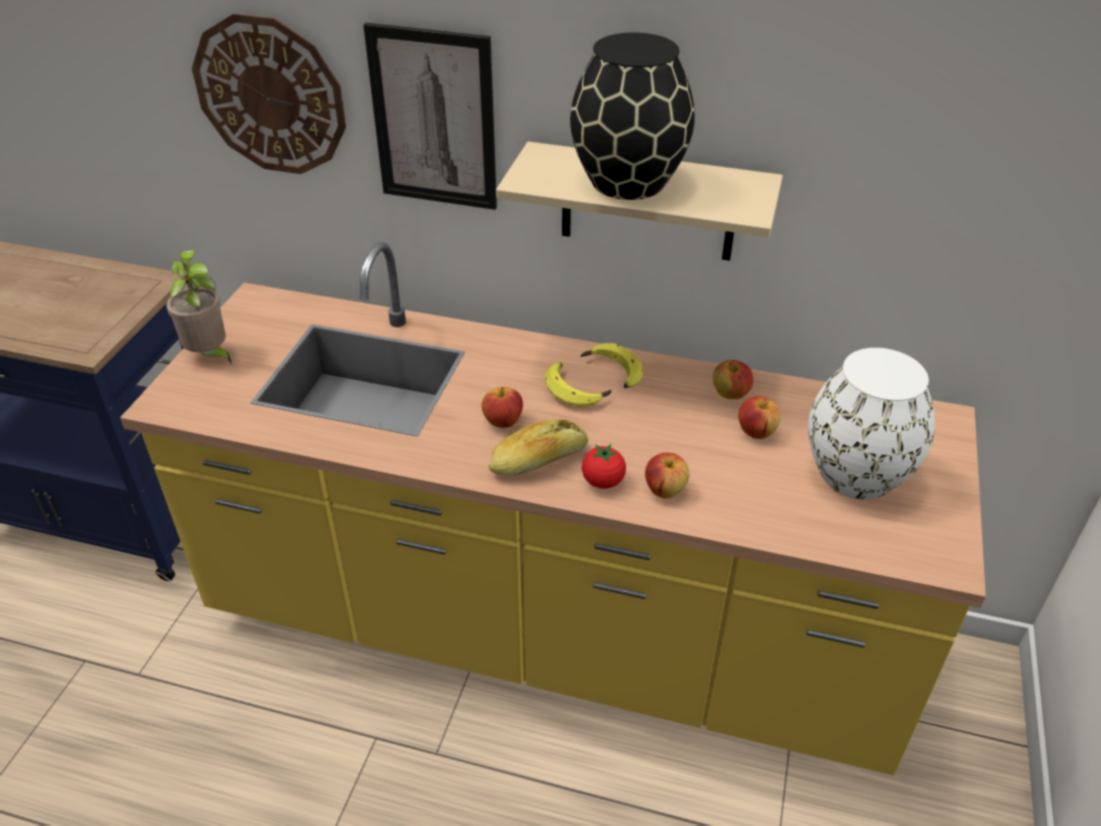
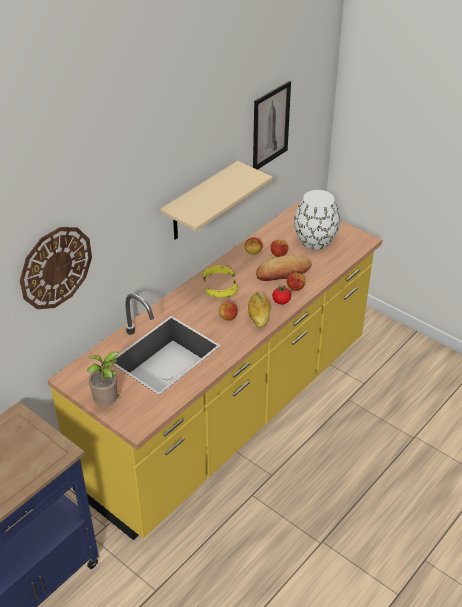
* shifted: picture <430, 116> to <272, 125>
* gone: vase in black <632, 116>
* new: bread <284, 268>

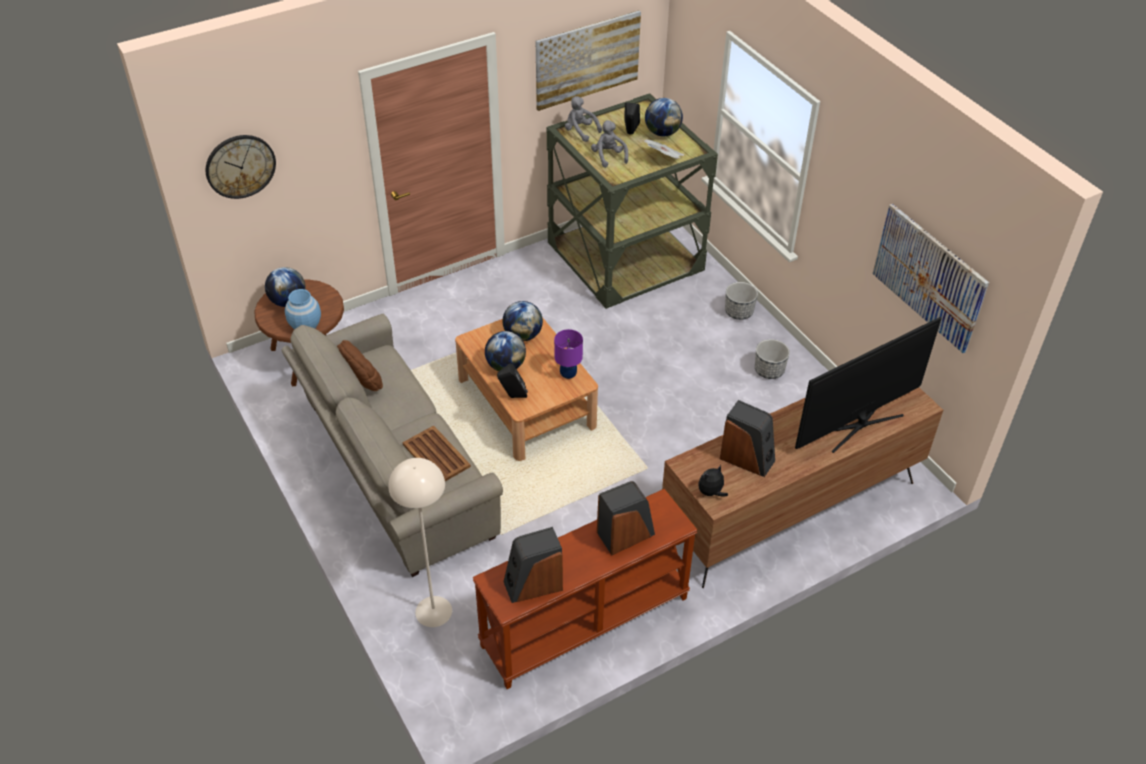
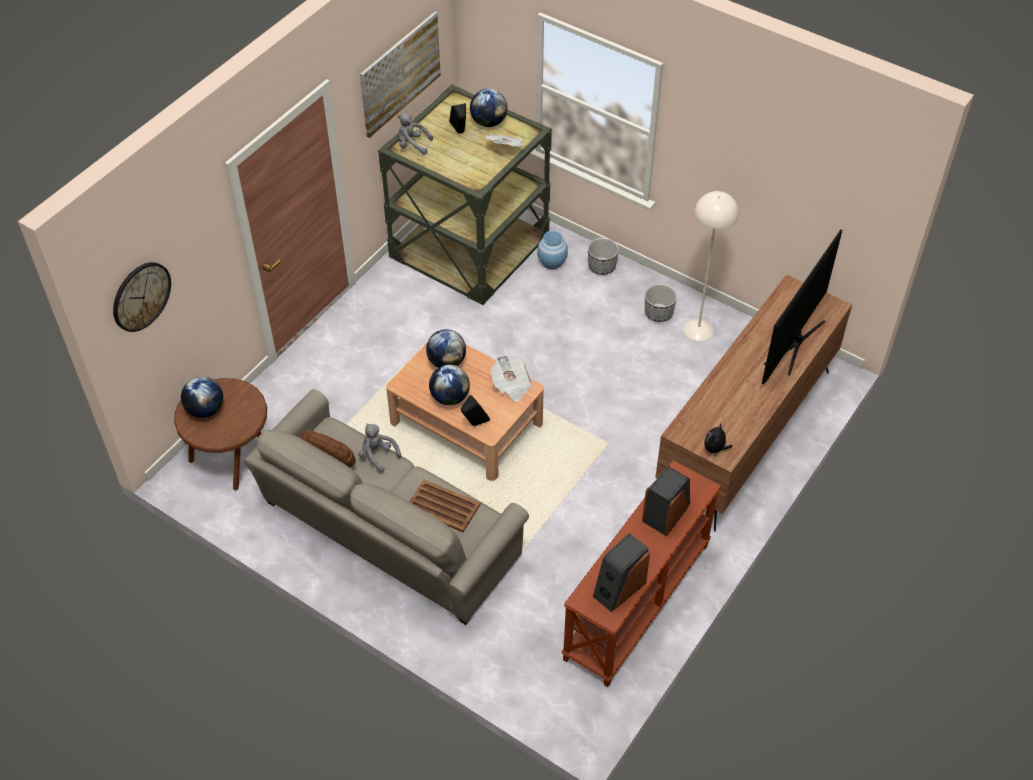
* shifted: vase in blue <303, 309> to <552, 250>
* shifted: floor lamp in beige <420, 542> to <711, 266>
* swapped: table lamp in purple <568, 354> to newspaper <511, 378>
* shifted: plush toy in grey <609, 144> to <379, 448>
* gone: speaker <747, 438>
* gone: picture <930, 278>

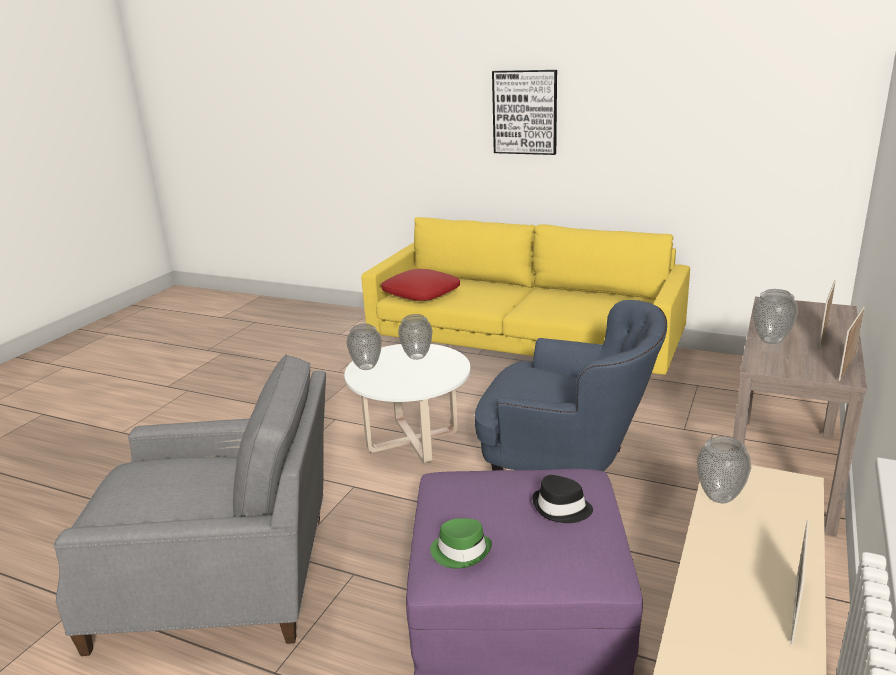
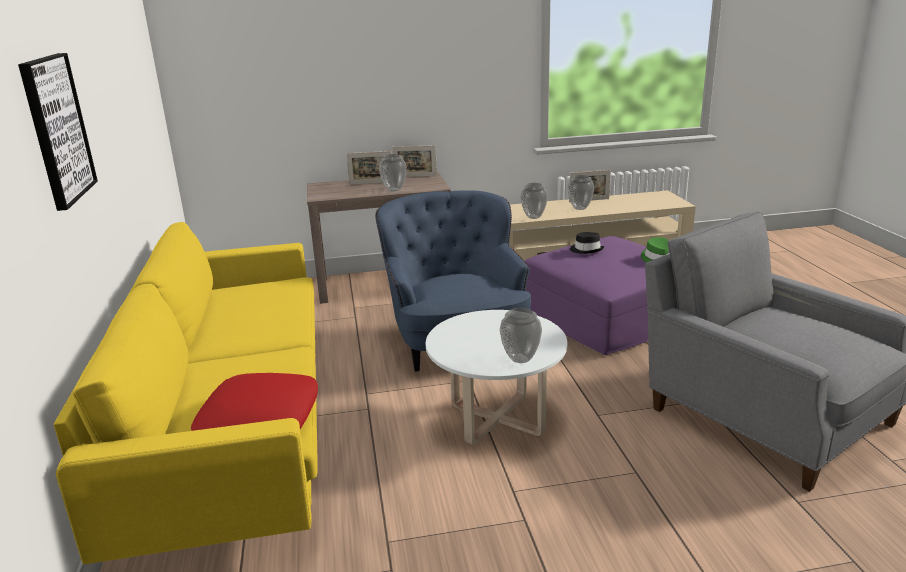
* shifted: vase <415, 337> to <581, 192>

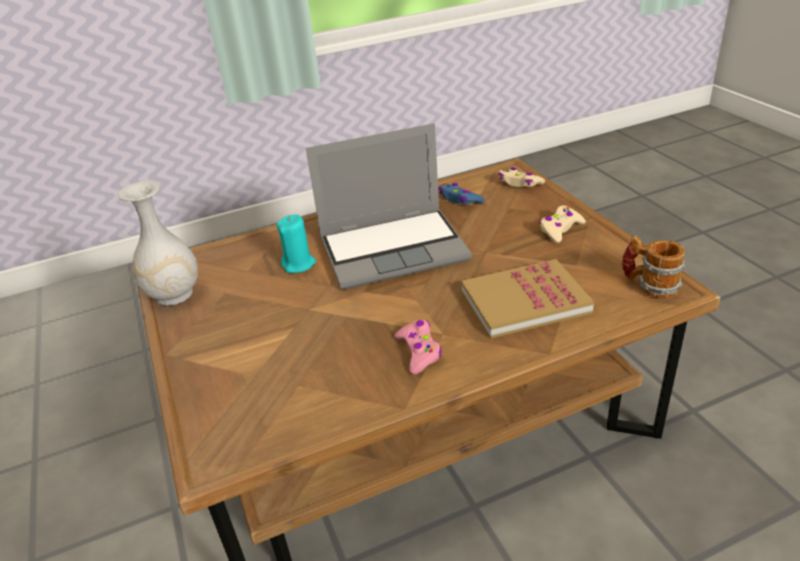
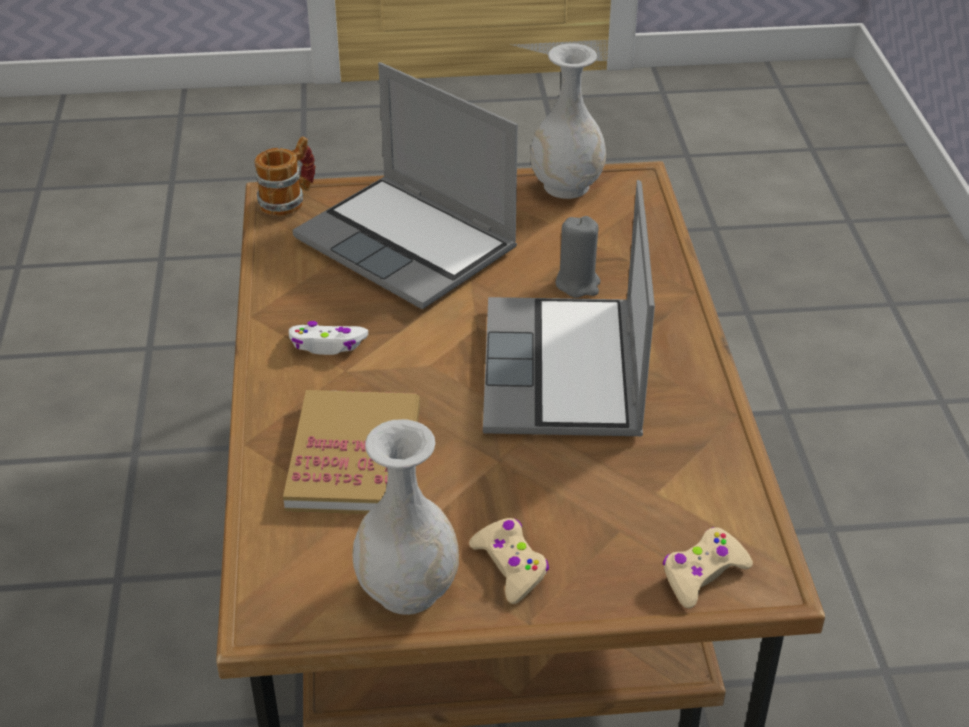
* repainted: candle in turquoise <296, 243> to candle in grey <578, 257>
* repainted: game controller in pink <418, 347> to game controller in white <328, 338>
* gone: game controller in blue <461, 193>
* shifted: mug <653, 267> to <285, 176>
* new: laptop <405, 185>
* new: vase in white <406, 517>

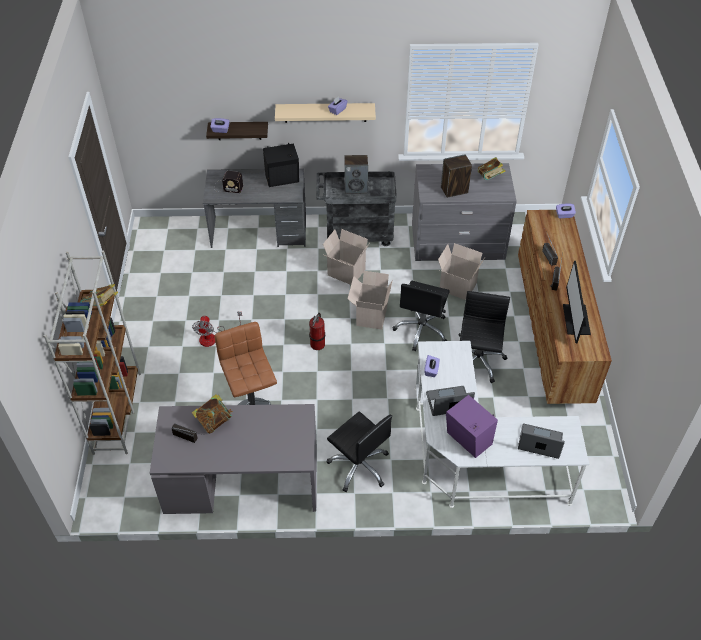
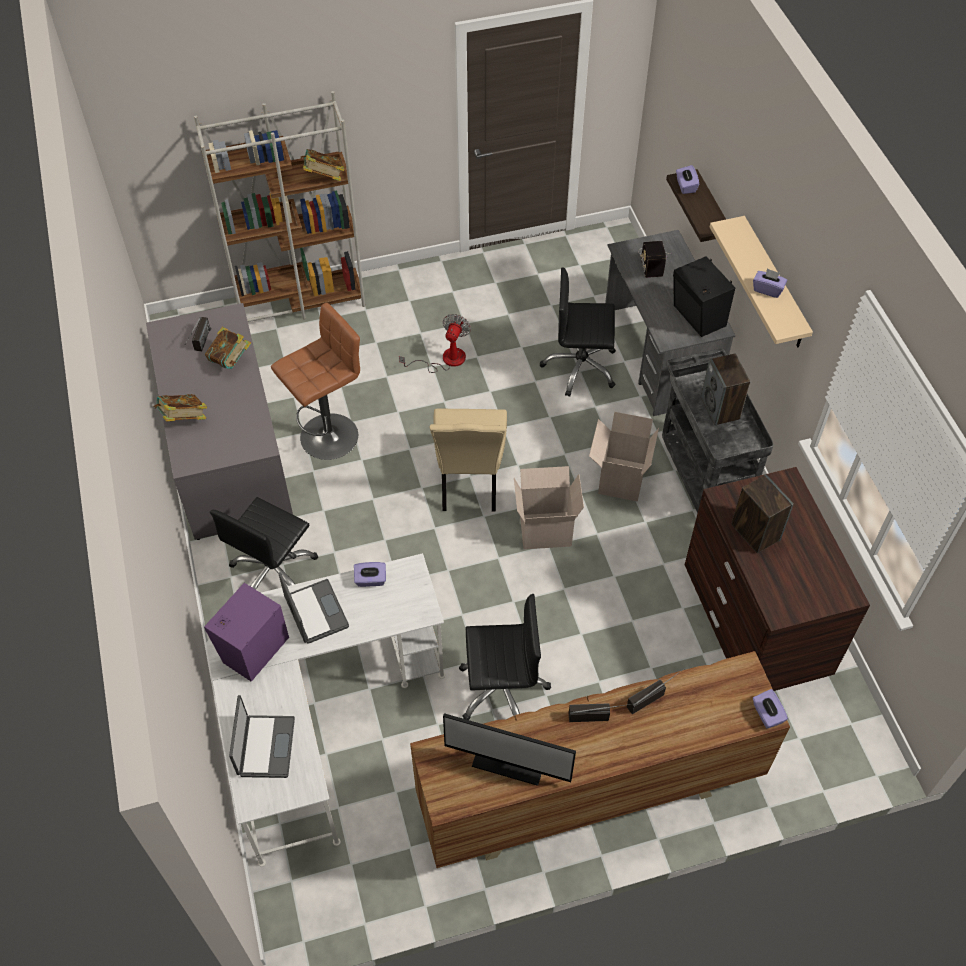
* rotated: fan <217, 329> = <435, 343> 120 degrees clockwise
* swapped: fire extinguisher <317, 331> to chair in beige <468, 460>
* shifted: office chair in black <421, 316> to <578, 332>
* repainted: dresser in grey <464, 212> to dresser in brown <777, 579>
* gone: cardboard box <461, 271>
* shifted: book <492, 168> to <180, 408>
* rotated: monitor <577, 302> = <509, 749> 150 degrees counterclockwise

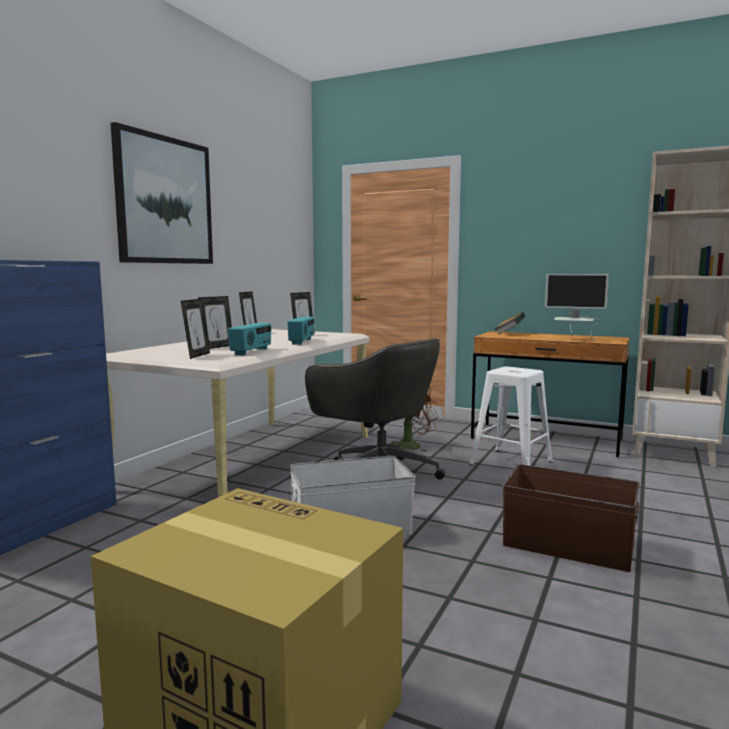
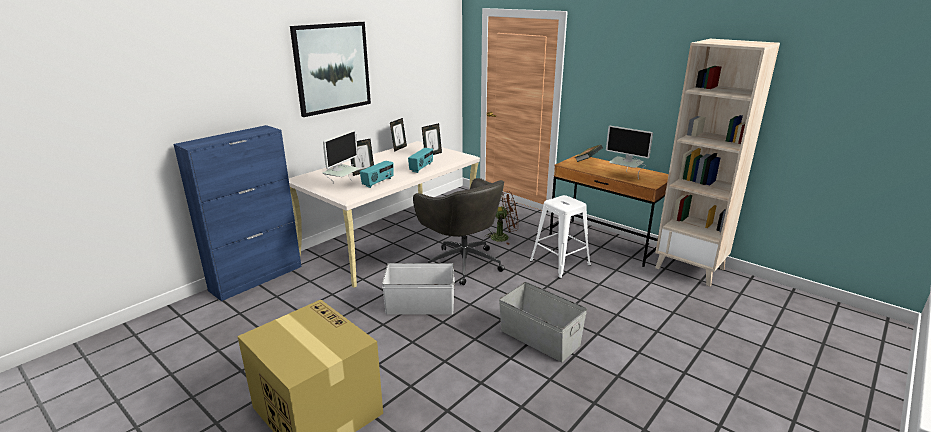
* swapped: picture frame <195, 329> to monitor <341, 156>
* repainted: storage box in brown <571, 518> to storage box in grey <543, 322>

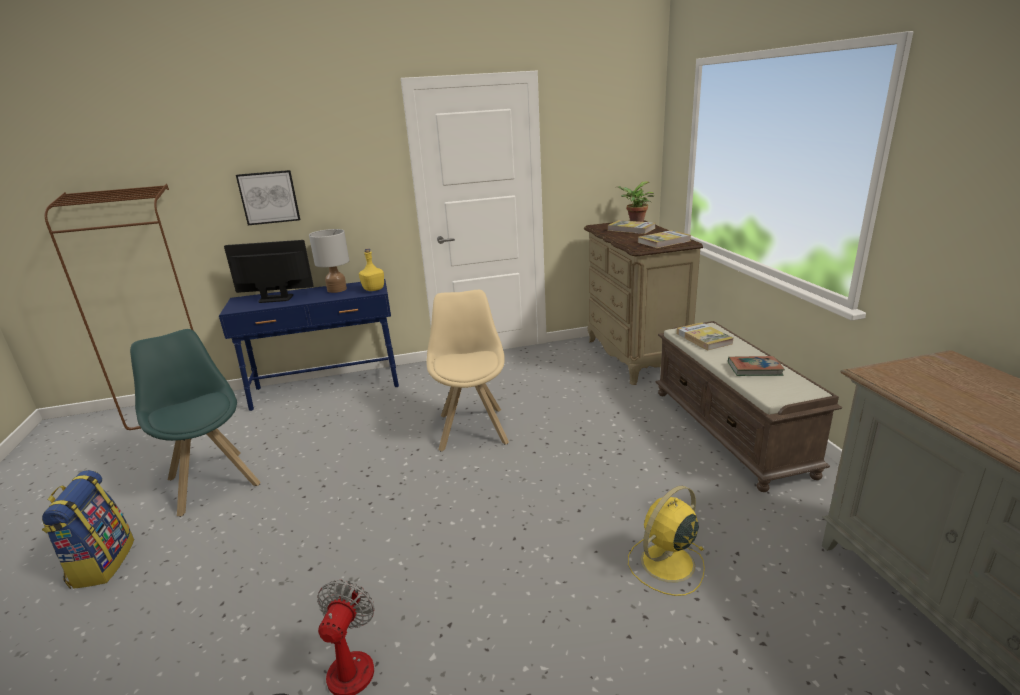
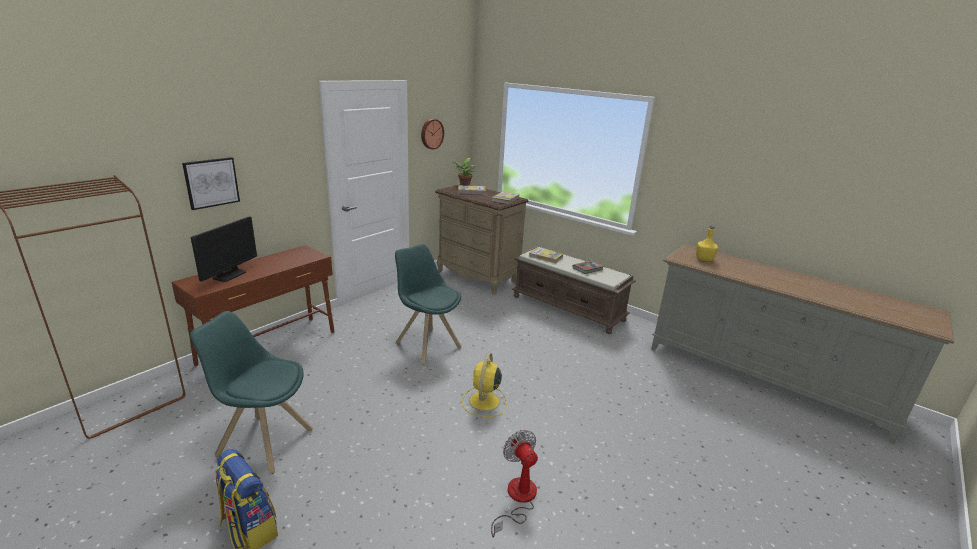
* repainted: console table in blue <309, 345> to console table in brown <253, 305>
* rotated: monitor <269, 271> = <224, 249> 150 degrees clockwise
* gone: table lamp in grey <329, 261>
* shifted: bottle in yellow <371, 269> to <707, 243>
* repainted: chair in beige <468, 370> to chair in turquoise <428, 304>
* shifted: fan in yellow <666, 541> to <484, 385>
* new: wall clock <432, 134>

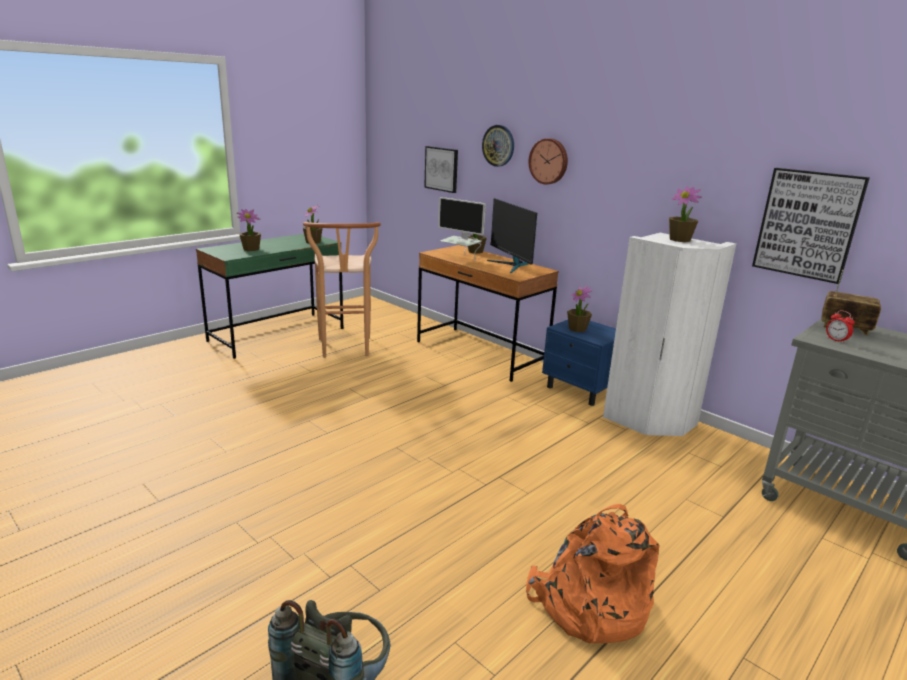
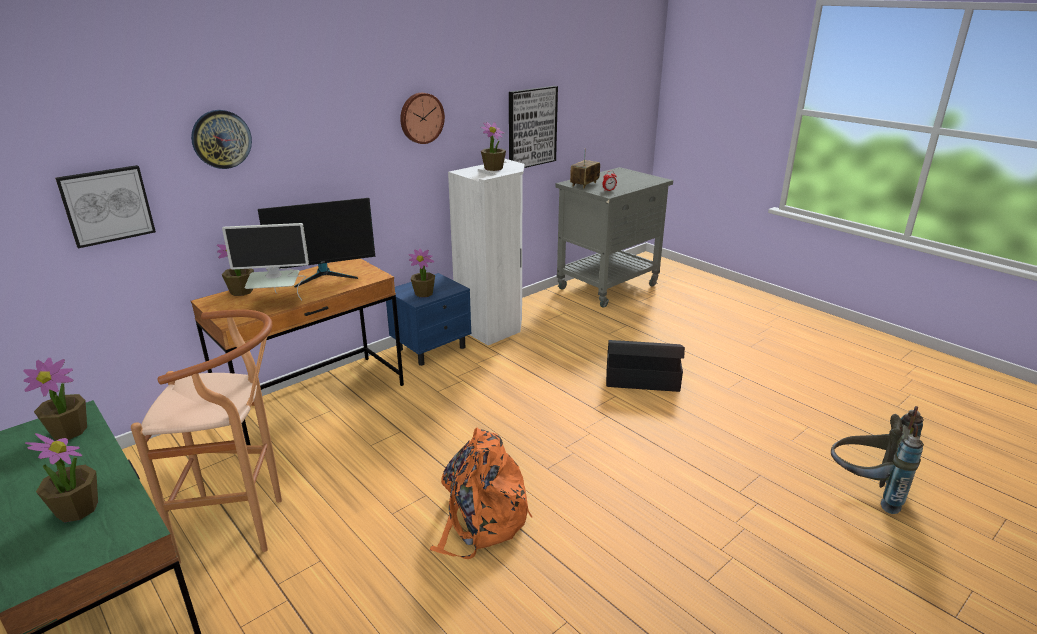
* rotated: monitor <462, 229> = <265, 262> 45 degrees clockwise
* shifted: backpack in orange <592, 573> to <480, 493>
* shifted: wall clock <548, 161> to <422, 118>
* new: storage box in black <645, 366>

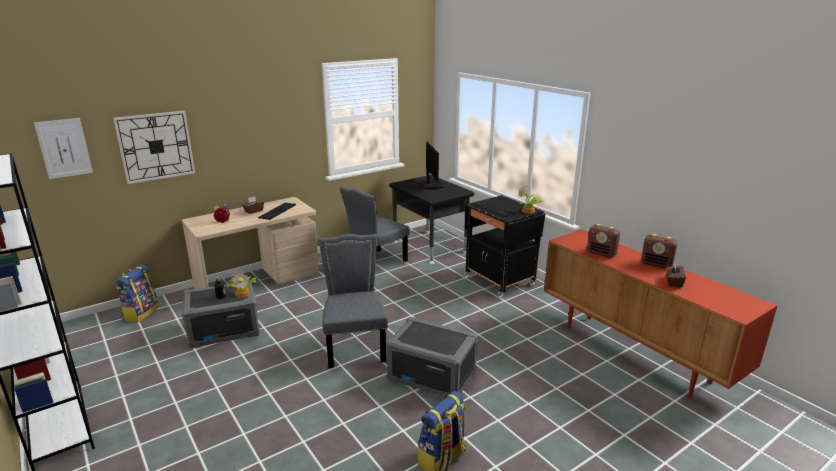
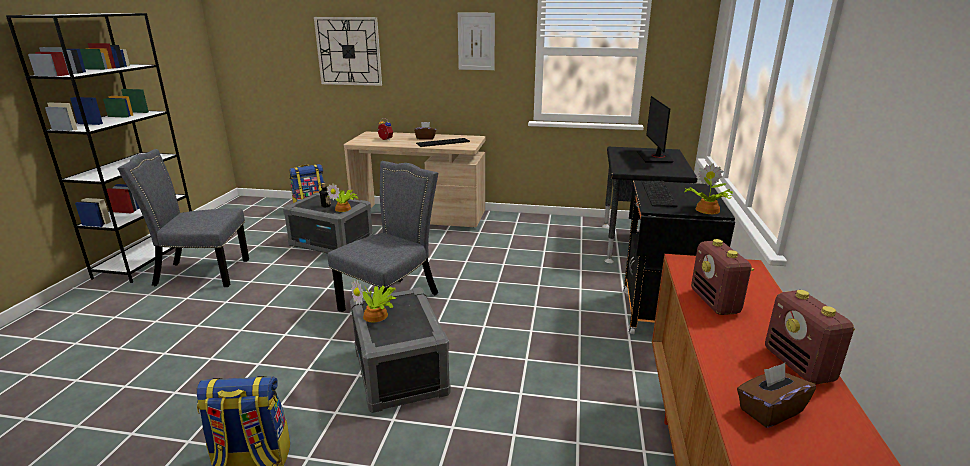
* shifted: picture <63, 148> to <476, 41>
* shifted: chair in grey <375, 224> to <183, 218>
* rotated: monitor <431, 165> = <655, 129> 150 degrees clockwise
* new: potted plant <373, 301>

